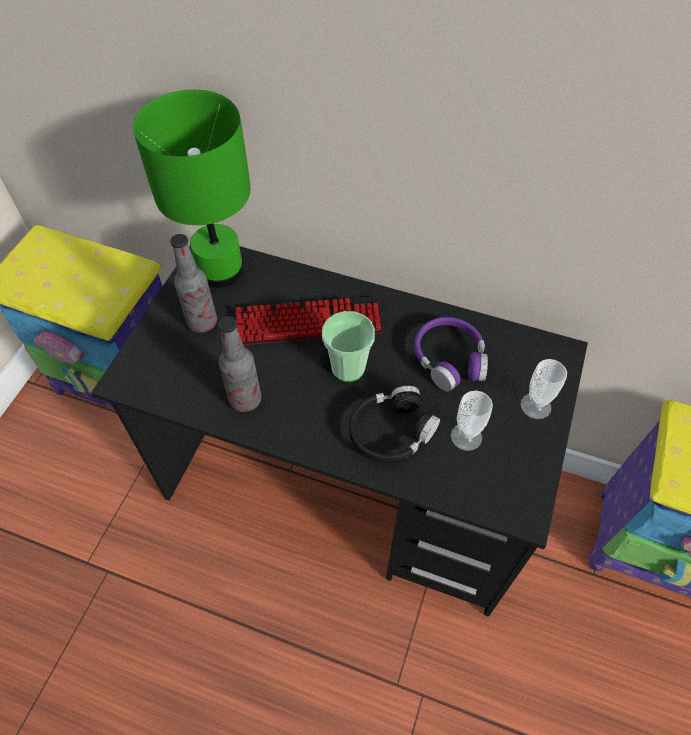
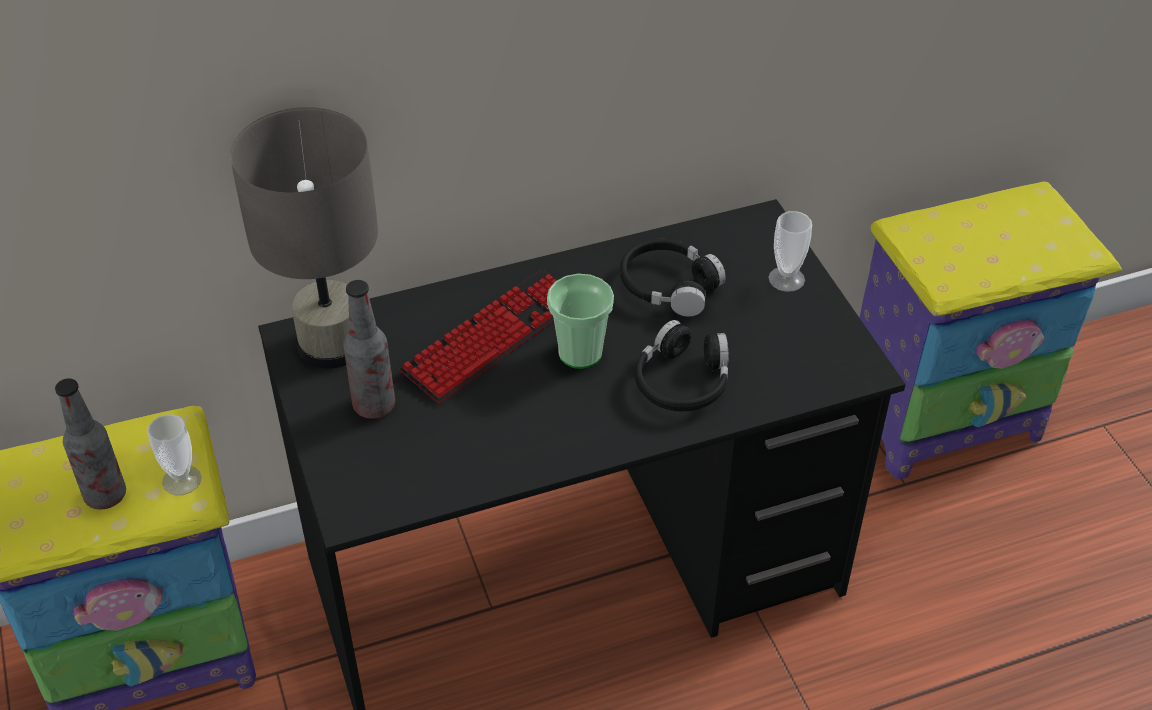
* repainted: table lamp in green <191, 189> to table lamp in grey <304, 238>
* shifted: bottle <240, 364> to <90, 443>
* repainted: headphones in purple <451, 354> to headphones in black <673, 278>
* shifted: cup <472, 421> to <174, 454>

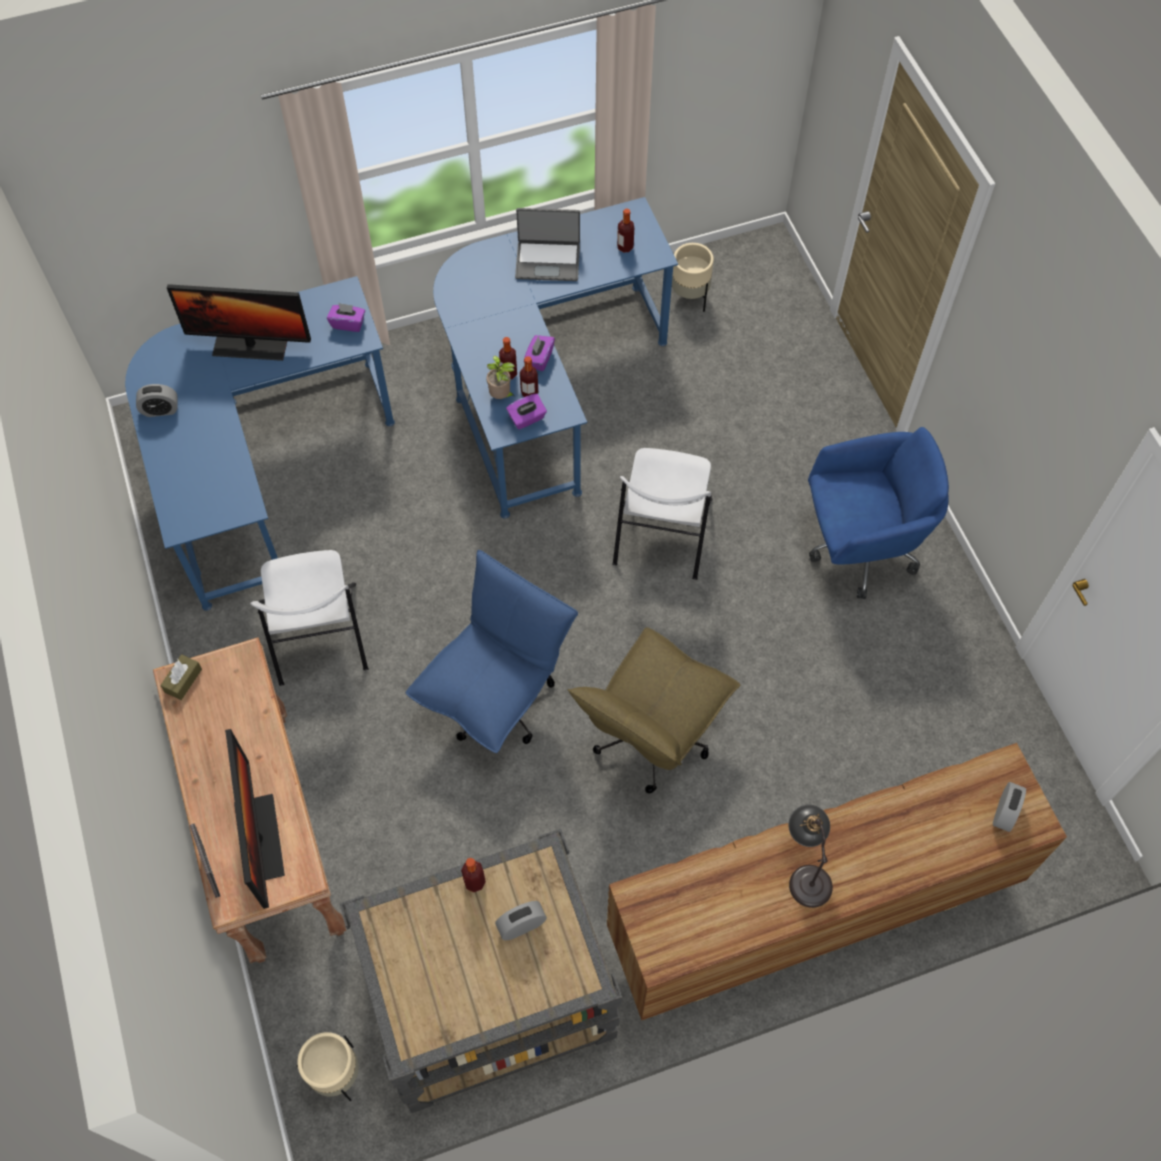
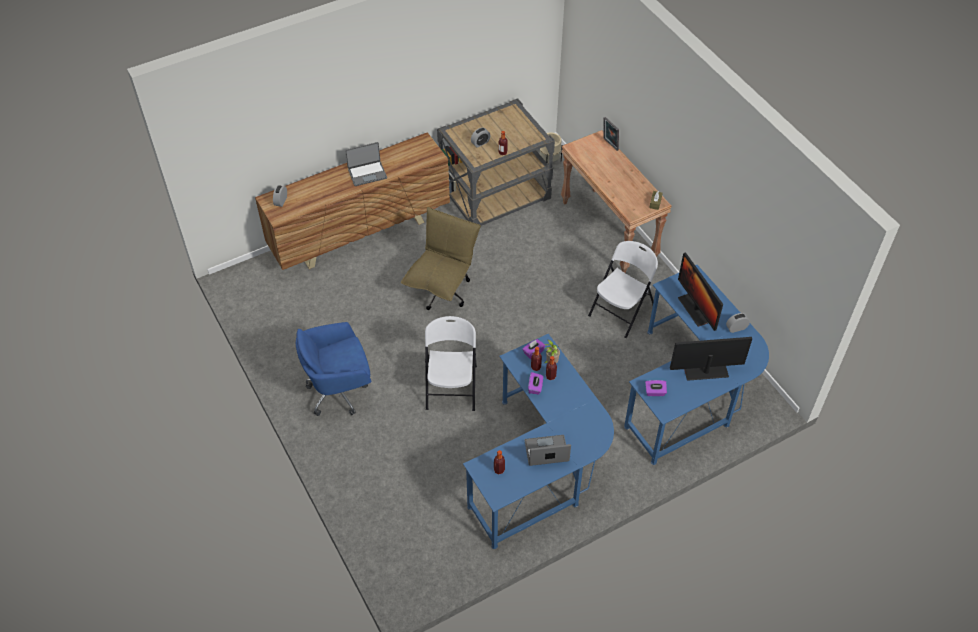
* shifted: monitor <255, 819> to <700, 291>
* rotated: chair in white <309, 618> = <623, 290> 60 degrees clockwise
* gone: office chair in blue <492, 651>
* gone: planter in beige <693, 277>
* swapped: table lamp in grey <811, 856> to laptop <366, 164>

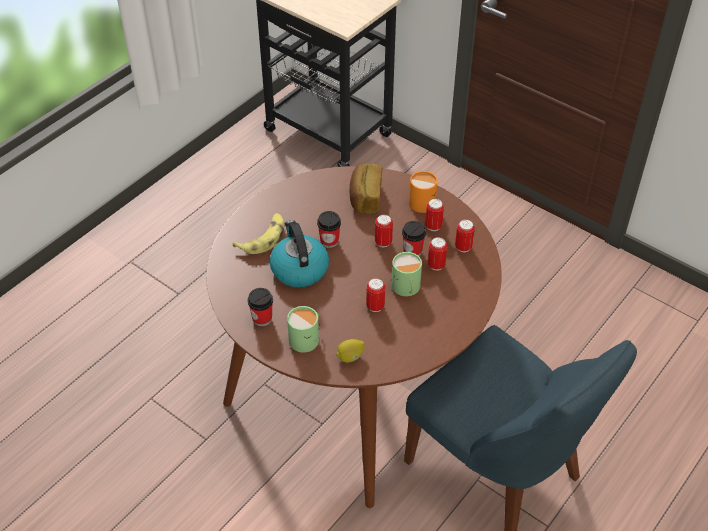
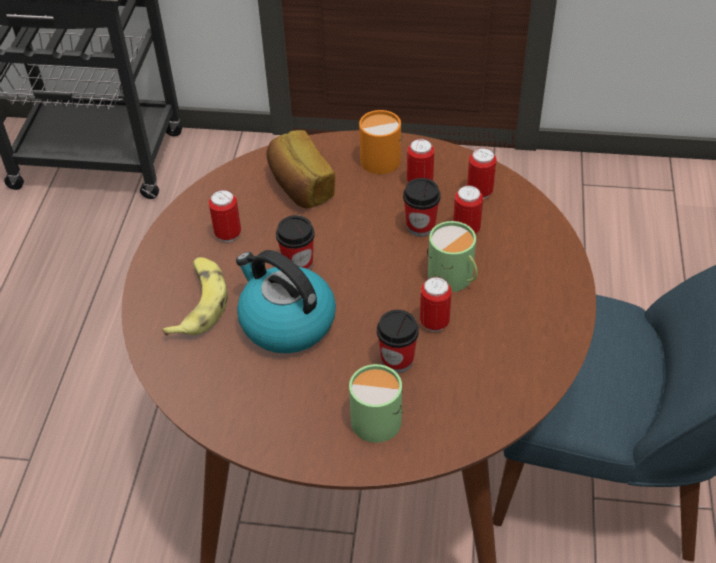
* shifted: cup <260, 307> to <398, 341>
* gone: lemon <350, 350>
* shifted: can <384, 230> to <225, 216>

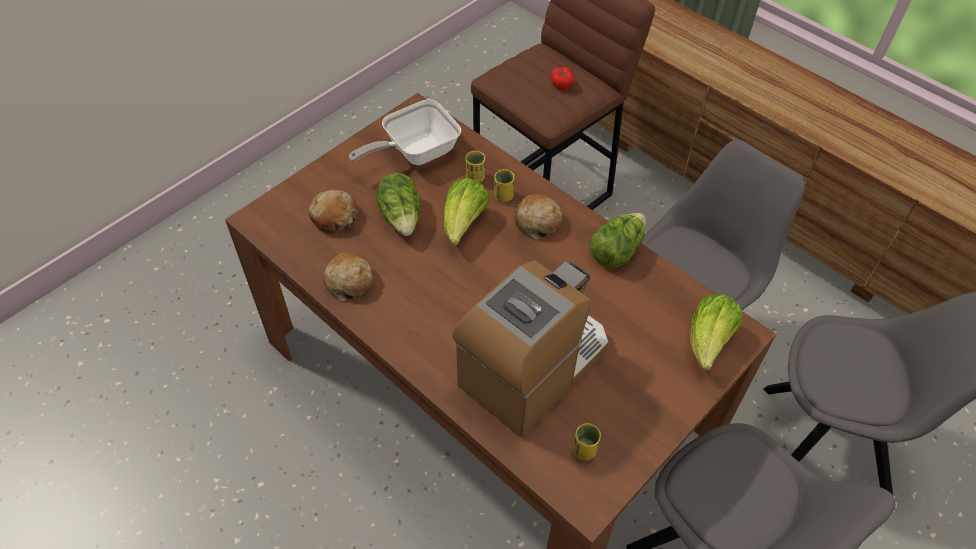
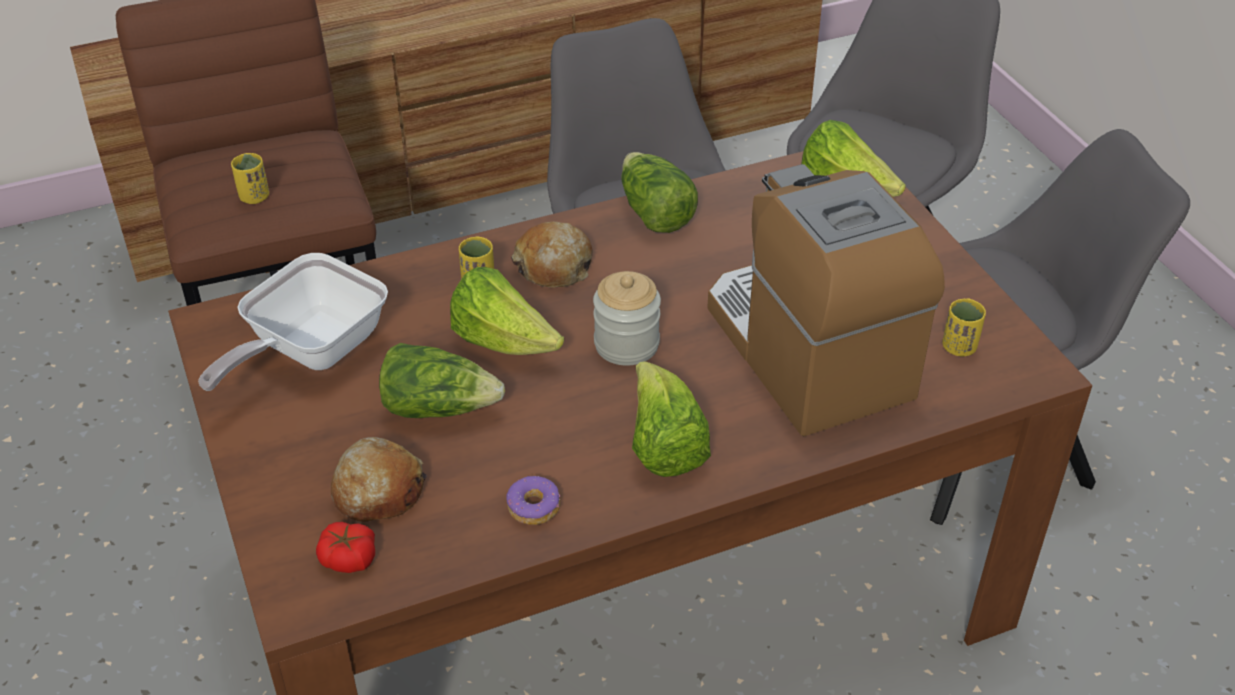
* swapped: bread <348, 276> to donut <533, 500>
* rotated: frying pan <405, 132> = <293, 322> 45 degrees clockwise
* shifted: cup in yellow <475, 166> to <250, 178>
* shifted: tomato <563, 78> to <345, 547>
* new: jar <627, 318>
* new: lettuce <671, 419>

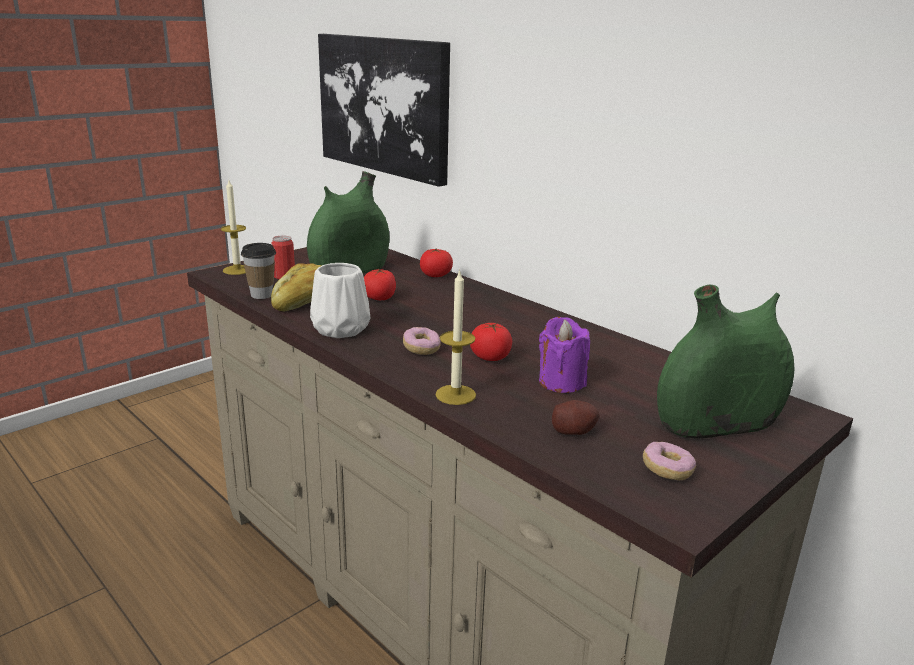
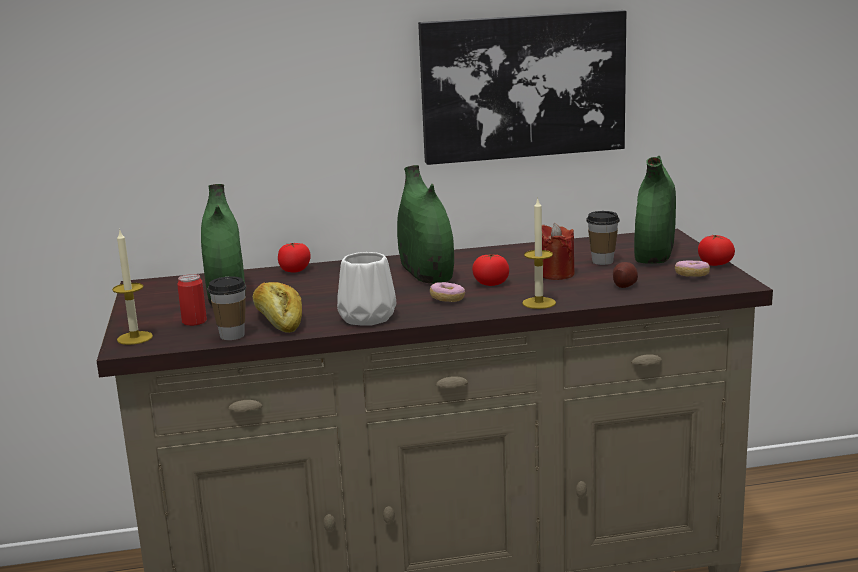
* shifted: picture <384, 110> to <522, 87>
* shifted: tomato <380, 284> to <716, 250>
* repainted: candle in purple <564, 355> to candle in red <558, 251>
* new: vase in green <425, 224>
* new: cup <603, 238>

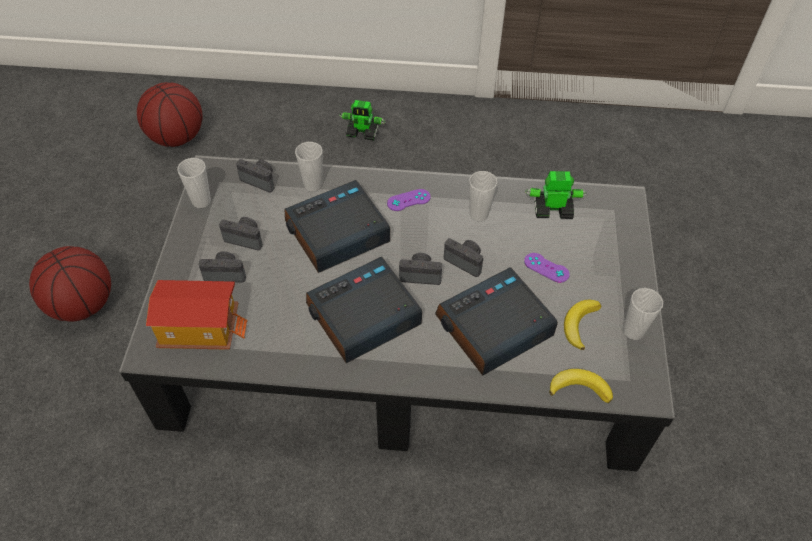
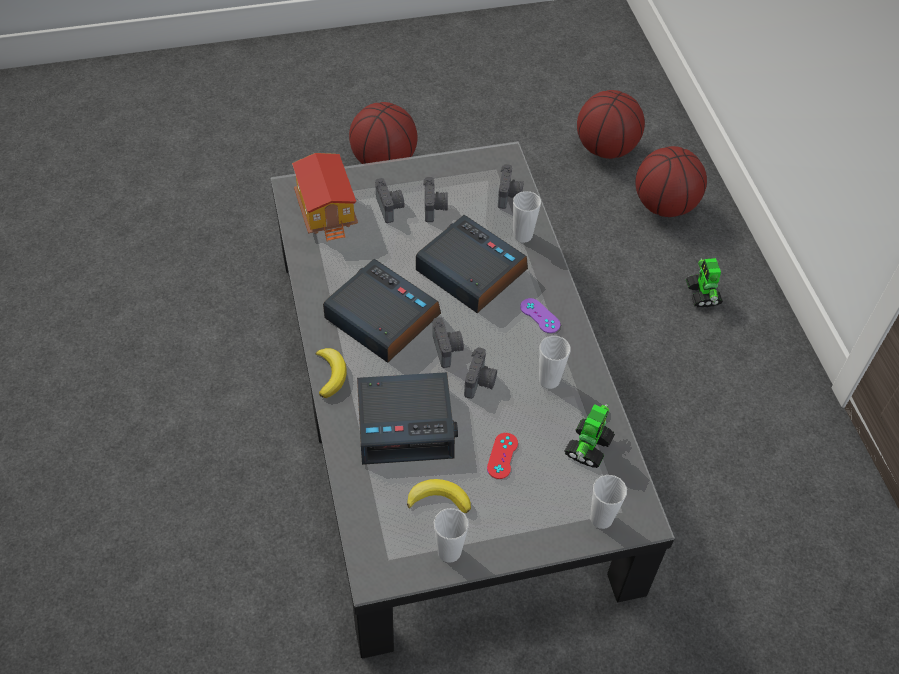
* shifted: cup <194, 183> to <608, 502>
* rotated: alarm clock <496, 321> = <407, 418> 135 degrees clockwise
* repainted: game controller in purple <547, 268> to game controller in red <502, 456>
* rotated: toy robot <556, 195> = <589, 436> 45 degrees clockwise
* shifted: banana <581, 386> to <330, 373>
* new: basketball <671, 181>

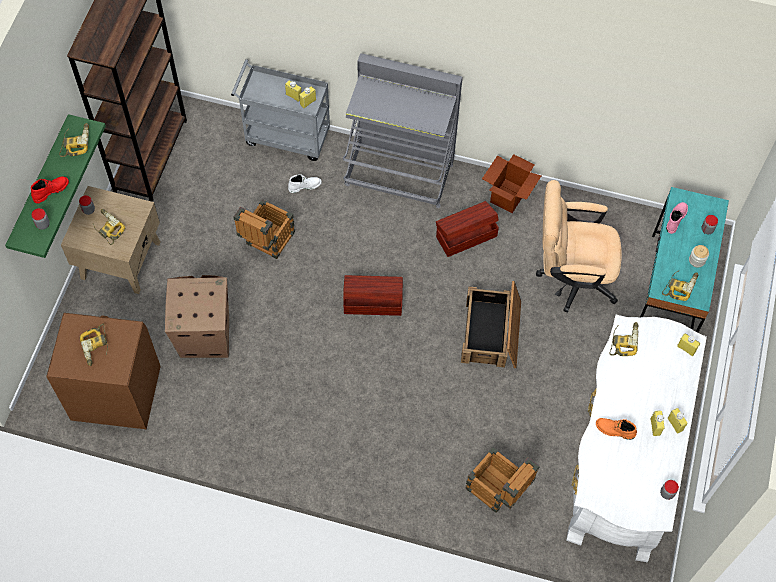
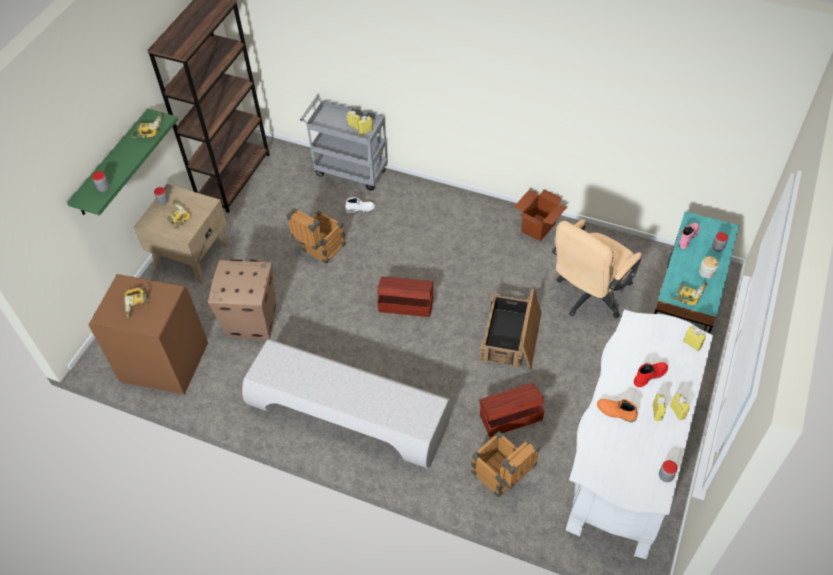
* shifted: boot in red <50, 190> to <651, 374>
* gone: shoe rack in grey <403, 130>
* shifted: storage box in brown <467, 229> to <511, 410>
* rotated: office chair in beige <579, 246> = <597, 268> 60 degrees counterclockwise
* gone: power drill <623, 339>
* new: bench in grey <347, 403>

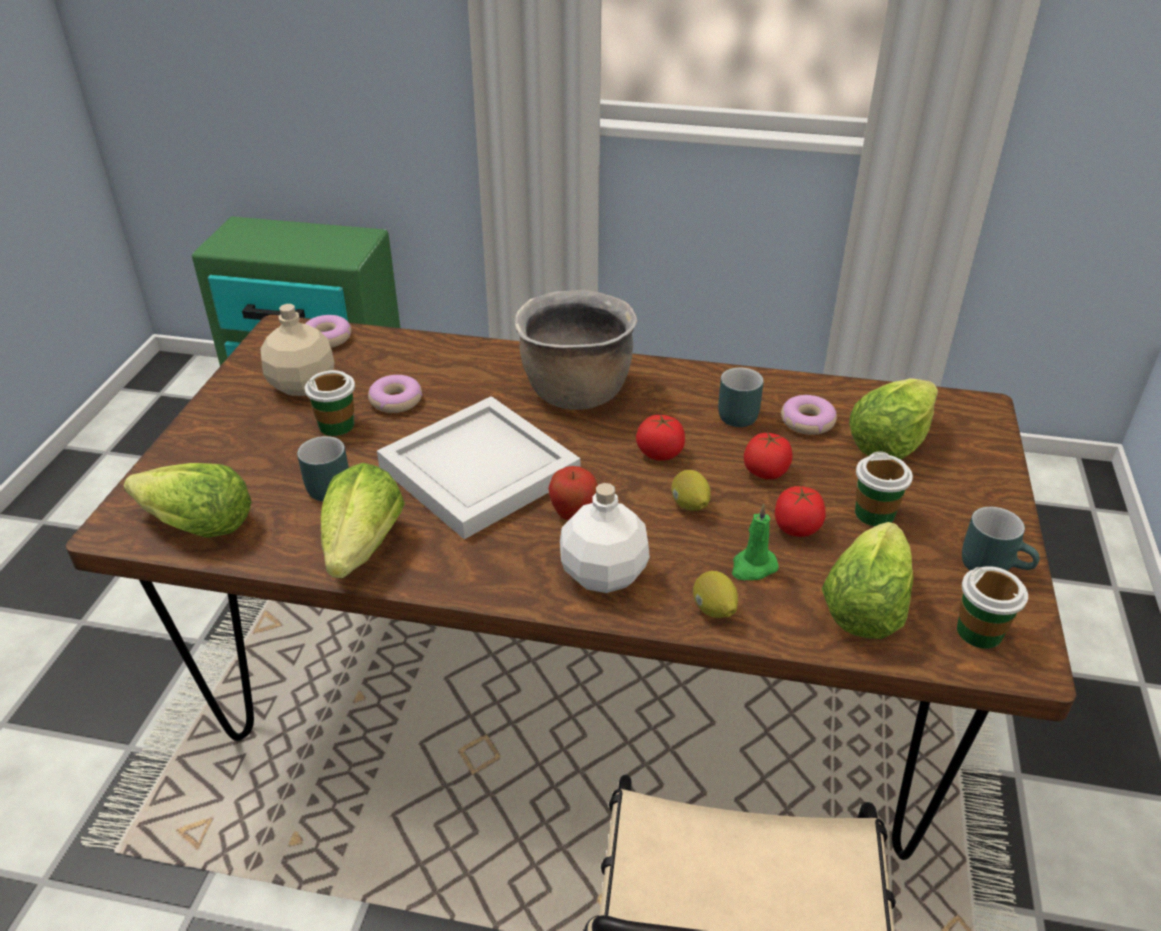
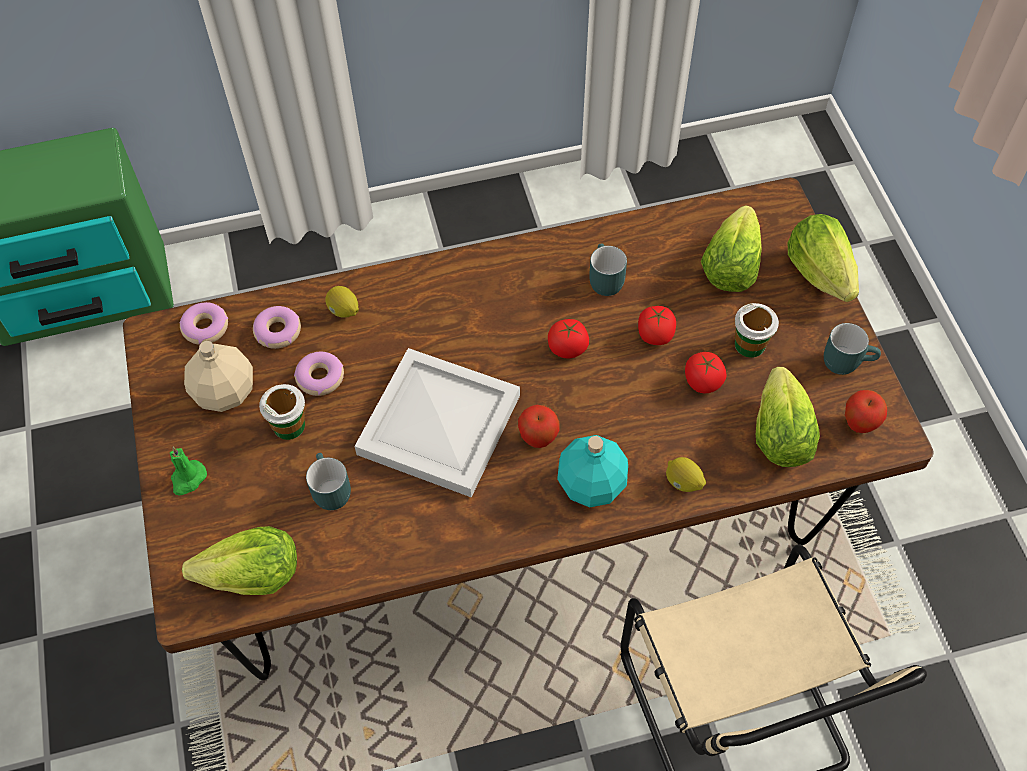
* shifted: lettuce <363, 520> to <823, 258>
* gone: cooking pot in brown <576, 350>
* repainted: bottle in white <605, 538> to bottle in turquoise <592, 471>
* shifted: lemon <691, 490> to <342, 302>
* shifted: candle in green <755, 542> to <188, 471>
* shifted: donut <809, 415> to <277, 327>
* swapped: cup <992, 607> to apple <866, 411>

